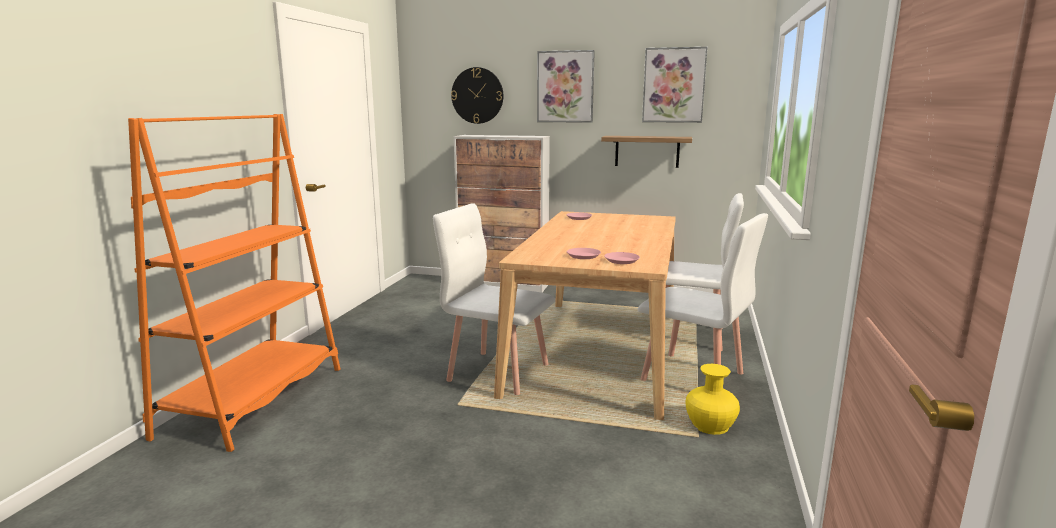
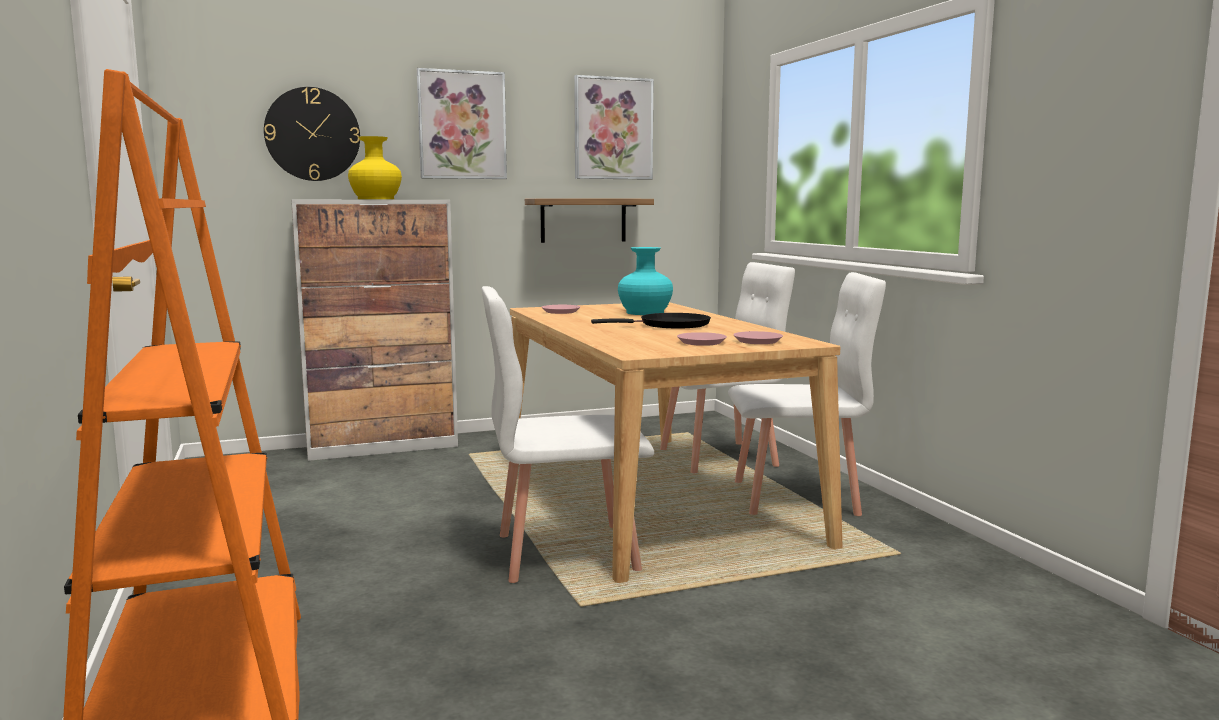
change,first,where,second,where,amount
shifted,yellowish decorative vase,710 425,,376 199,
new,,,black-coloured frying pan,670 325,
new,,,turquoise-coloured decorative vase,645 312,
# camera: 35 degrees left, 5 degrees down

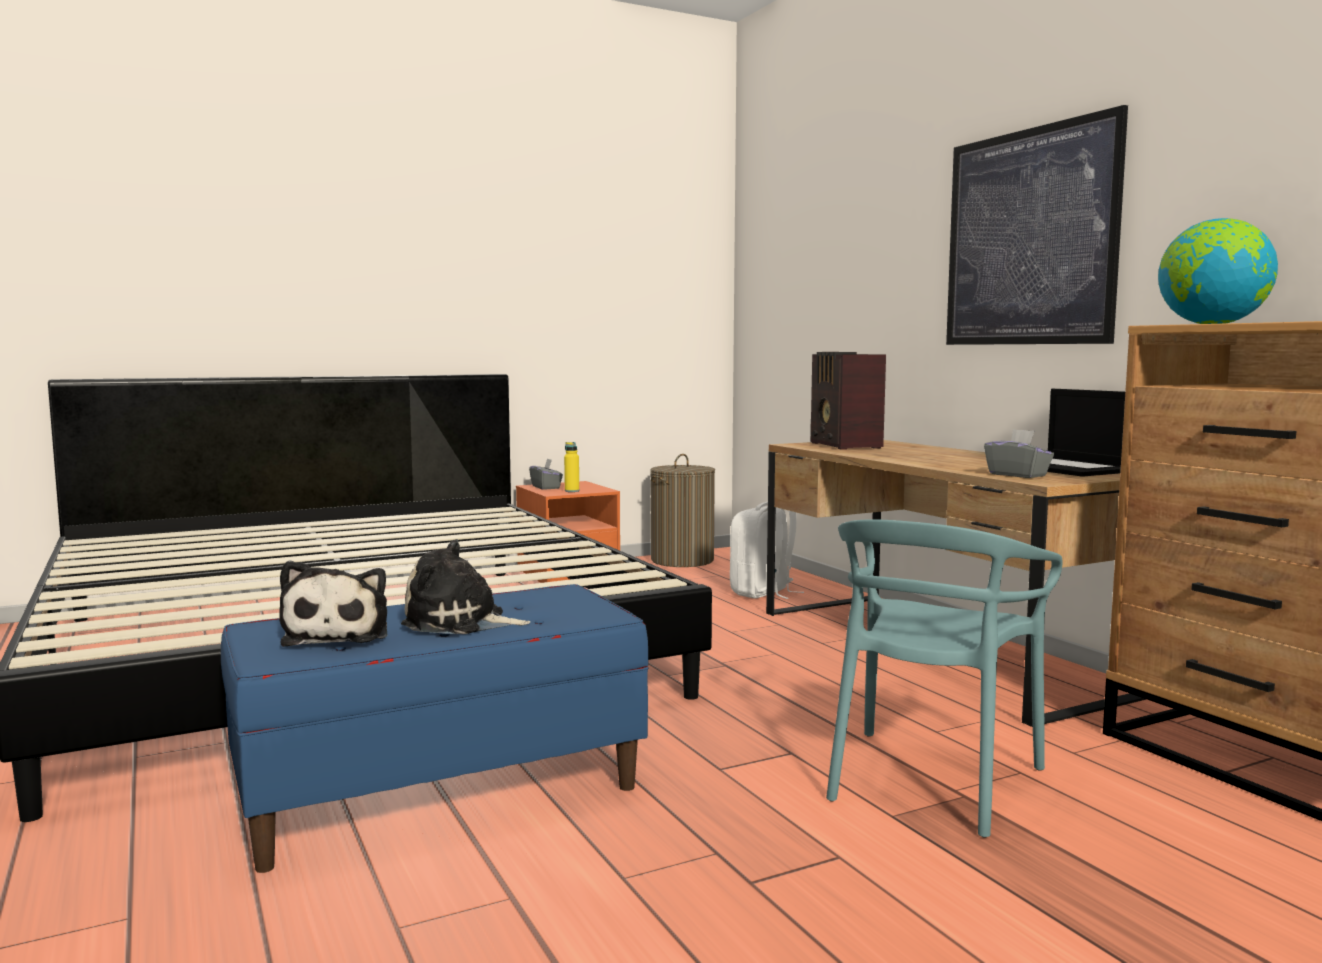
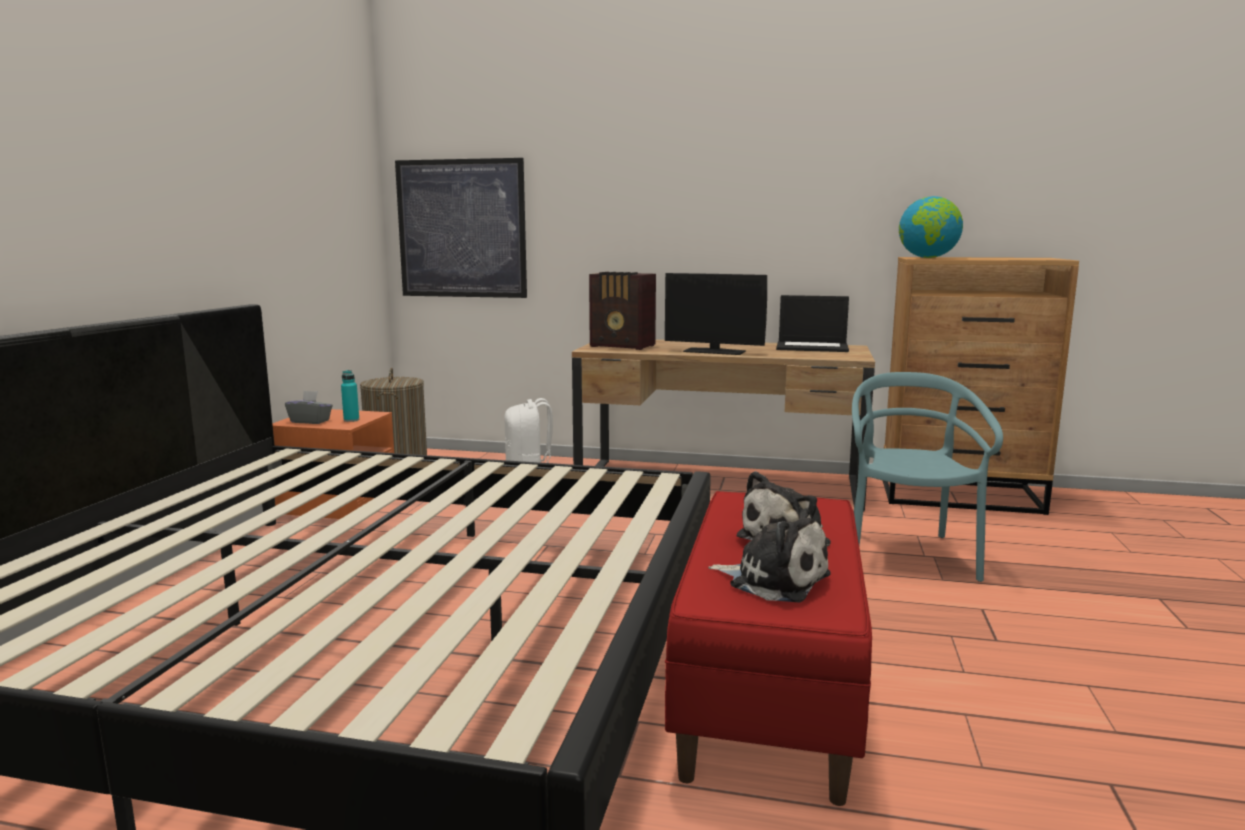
change,first,where,second,where,amount
repainted,yellowish bottle,572 491,turquoise-coloured bottle,351 420,
shifted,wall picture,1029 238,,461 229,
new,,,computer screen,714 351,
repainted,bluish indoor bench,441 793,red indoor bench,768 691,
rotated,turquoise-coloured chair,930 780,,906 555,150 degrees counterclockwise
gone,gray tissue box,1017 475,,,
# camera: 50 degrees left, 5 degrees up

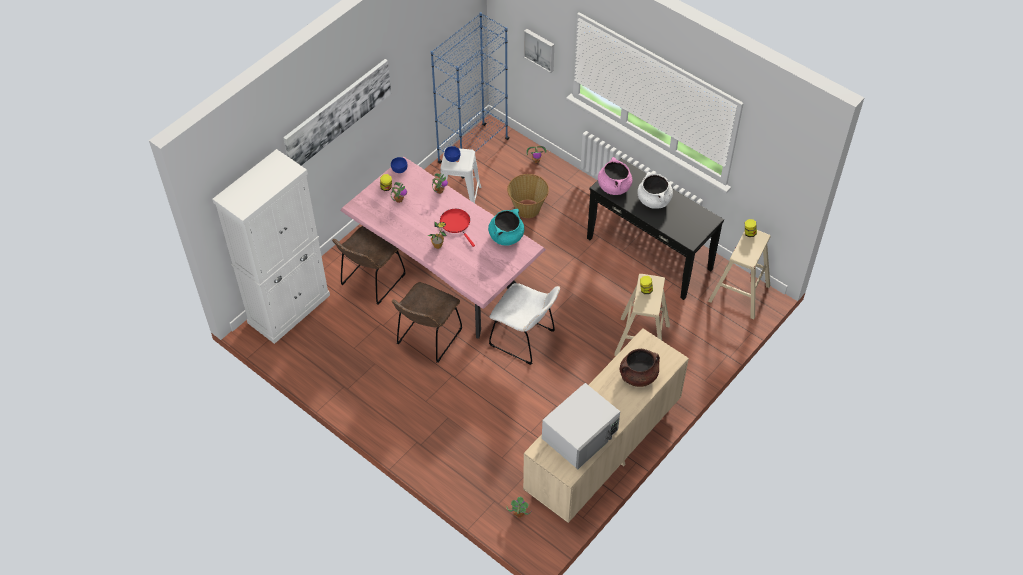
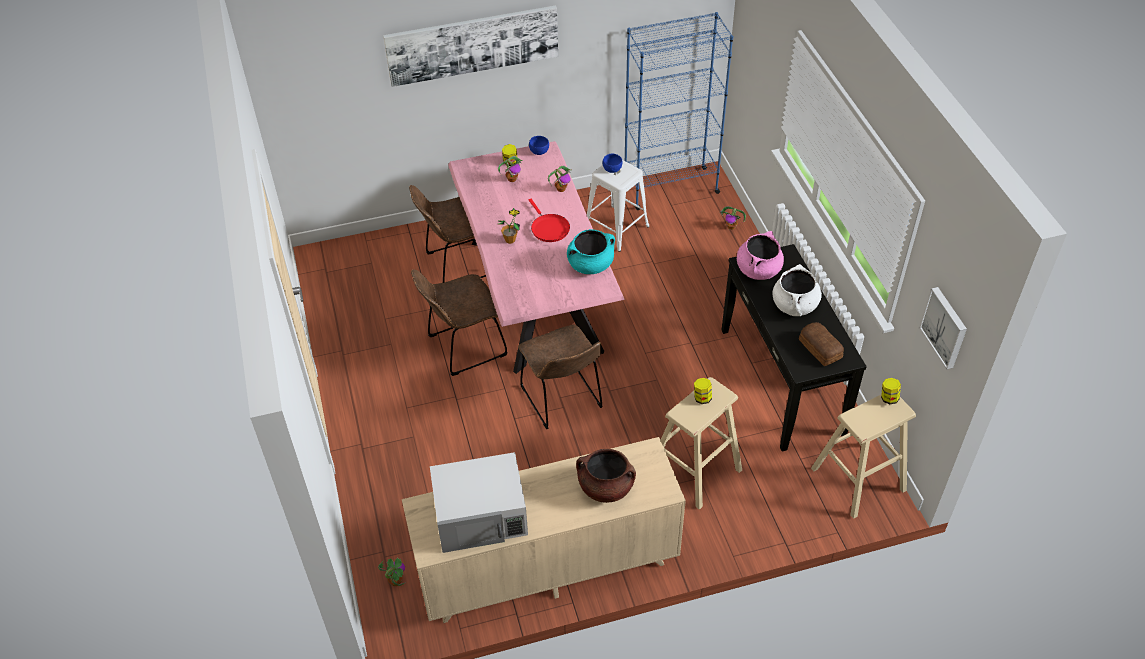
change,first,where,second,where,amount
repainted,whitish chair,525 339,brownish chair,563 400,
rotated,red frying pan,456 224,,549 228,150 degrees clockwise
new,,,bread,820 348,
shifted,wall picture,540 49,,945 327,
gone,whitish cabinet,289 309,,,
gone,storage basket,527 208,,,
# camera: 35 degrees right, 5 degrees down

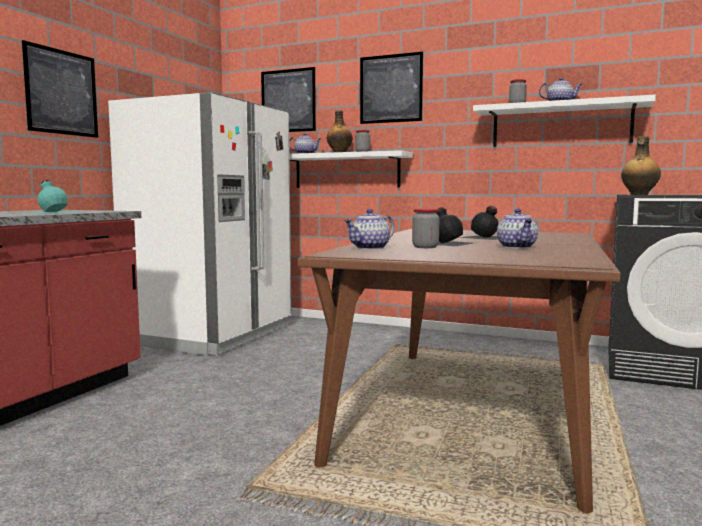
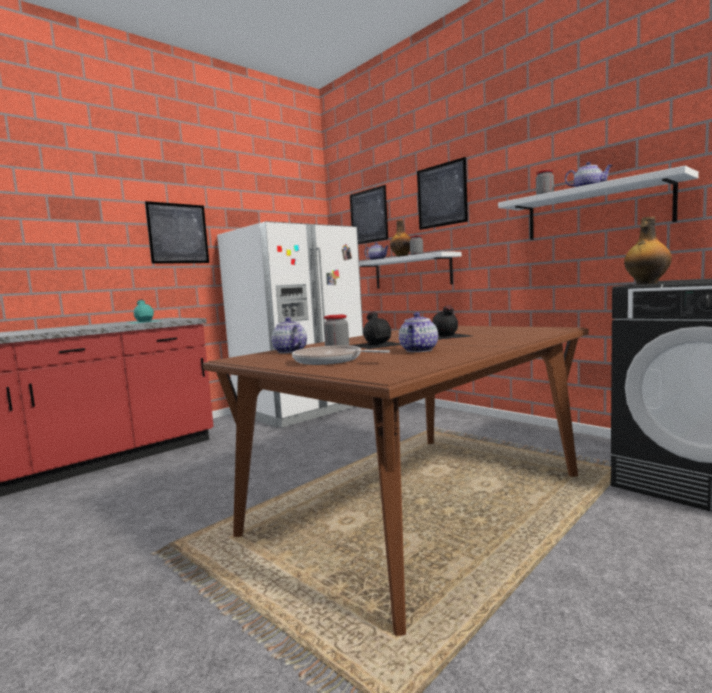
change,first,where,second,where,amount
rotated,tea pot,369 248,,289 351,75 degrees clockwise
new,,,frying pan,331 361,
# camera: 25 degrees right, 0 degrees up

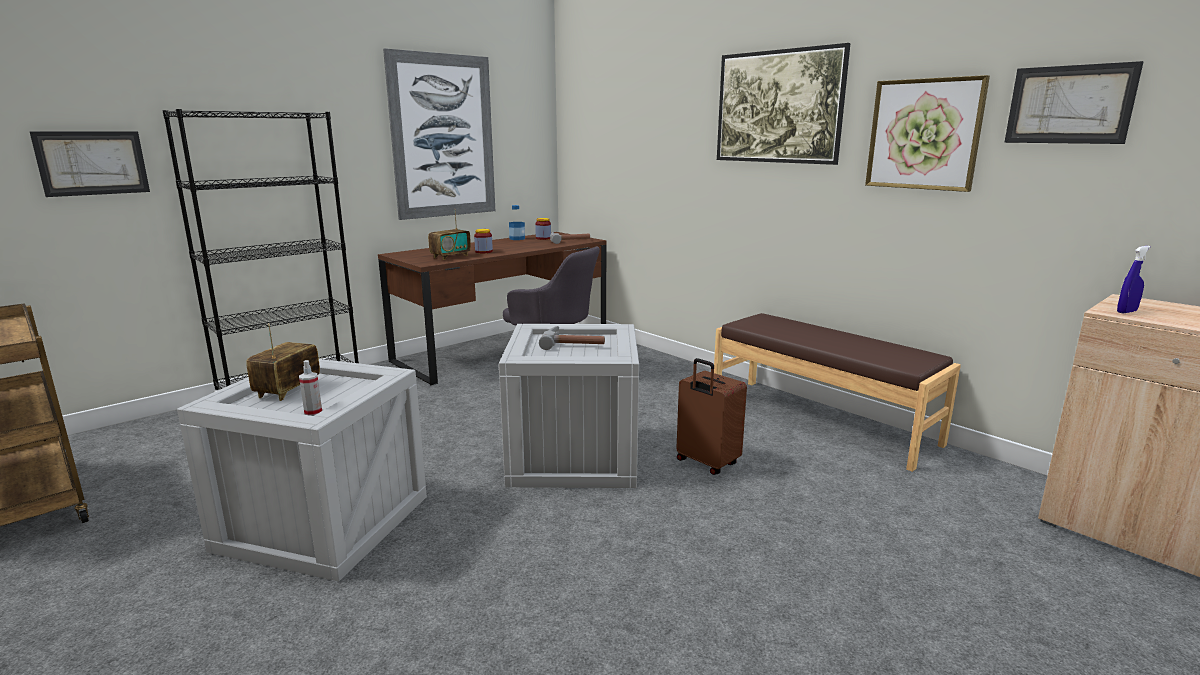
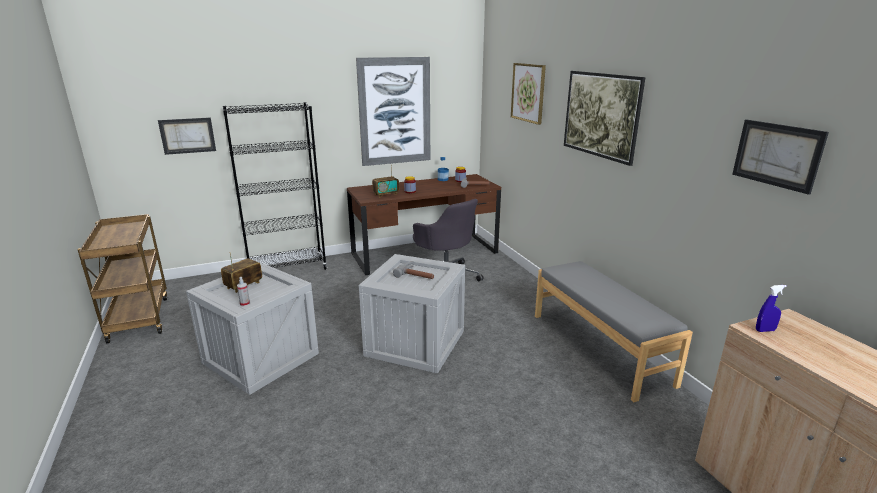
change,first,where,second,where,amount
shifted,wall picture,924 134,,528 92,
repainted,brownish indoor bench,820 420,gray indoor bench,600 347,
gone,brownish travel case,706 463,,,
# camera: 20 degrees right, 5 degrees up

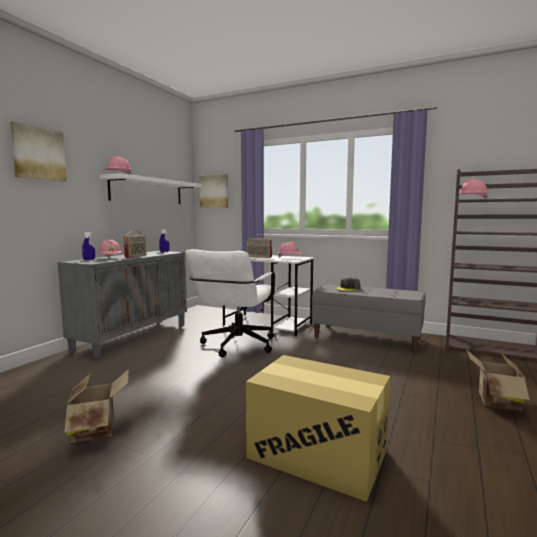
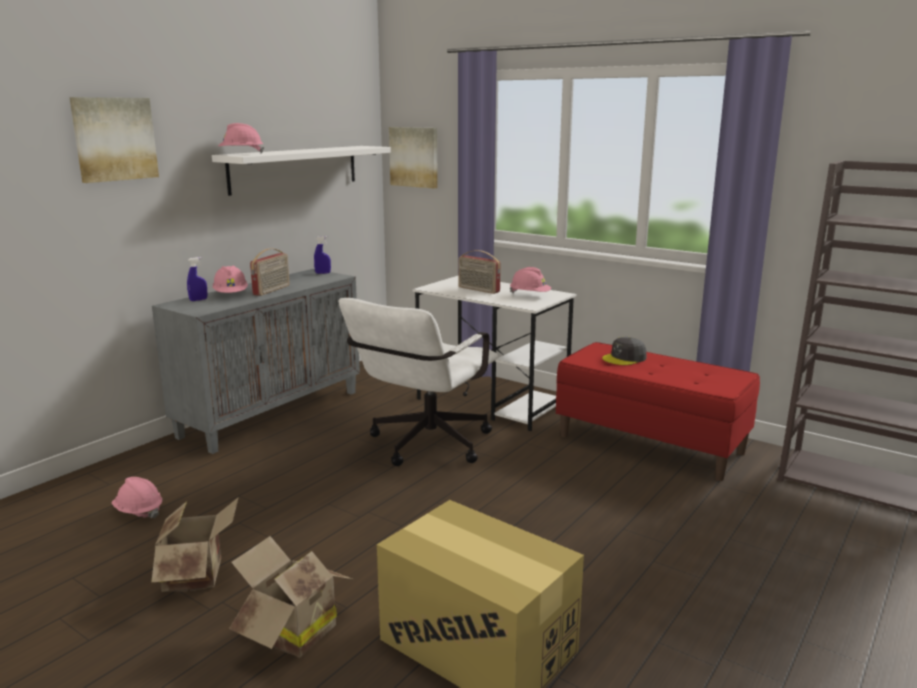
change,first,where,second,where,amount
shifted,pinkish hard hat,471 199,,138 511,
shifted,packing box,495 401,,291 633,
repainted,gray indoor bench,367 337,red indoor bench,650 444,
# camera: 10 degrees right, 10 degrees up

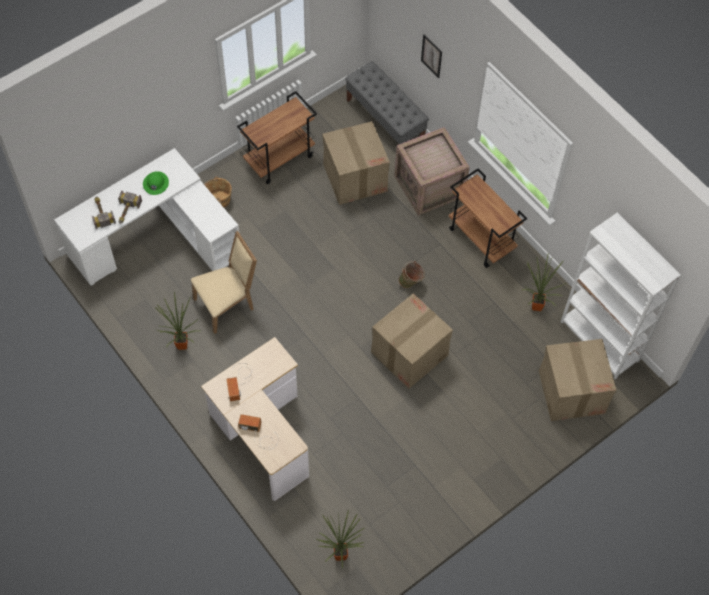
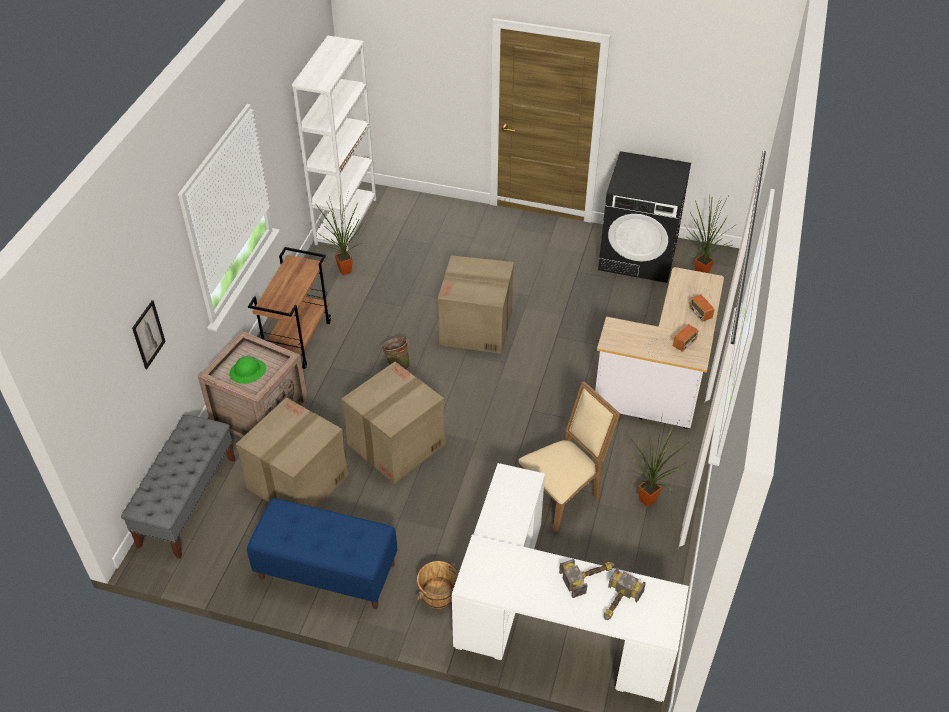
change,first,where,second,where,amount
shifted,greenish hard hat,155 183,,248 372,
swapped,brownish wheeled cart,279 158,bluish indoor bench,326 571,
shifted,packing box,571 391,,395 445,
rotated,beige-coloured chair,227 304,,563 494,120 degrees clockwise
new,,,black-coloured laundry appliance,638 255,
# camera: 125 degrees left, 15 degrees down

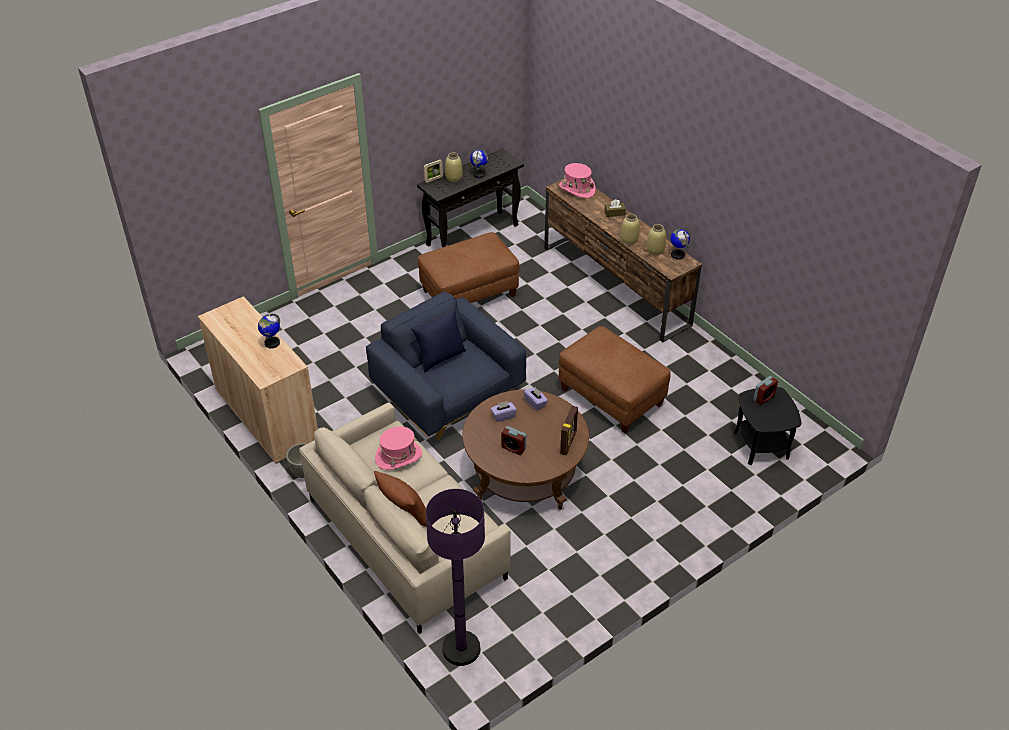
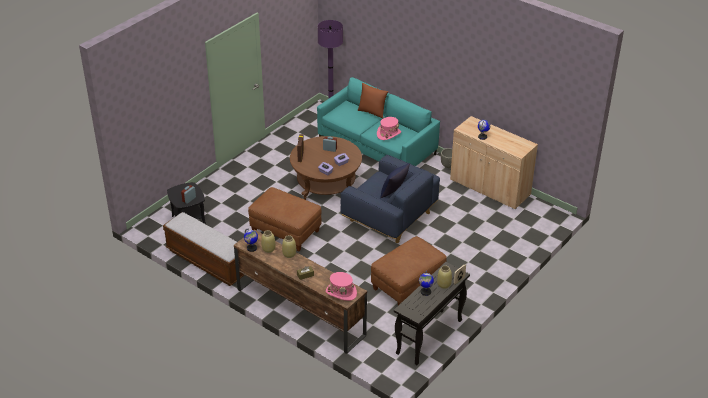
change,first,where,second,where,amount
new,,,indoor bench,207 261,
repainted,beige-coloured settee,406 537,turquoise-coloured settee,377 148,
# camera: 165 degrees right, 5 degrees down

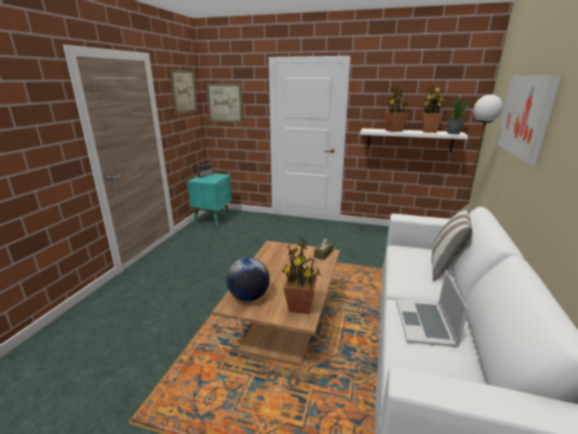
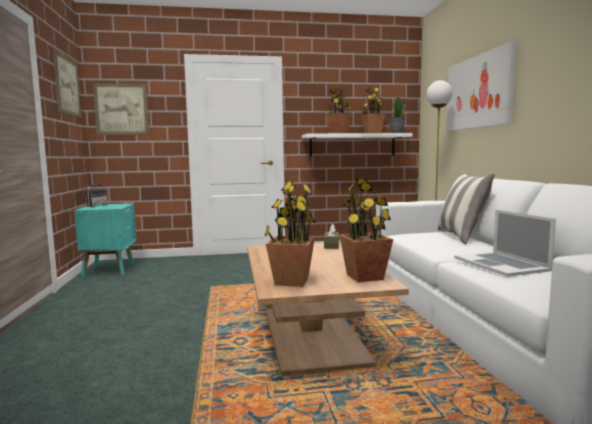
change,first,where,second,where,amount
swapped,desk globe,249 297,houseplant,291 281,
# camera: 25 degrees left, 15 degrees down

